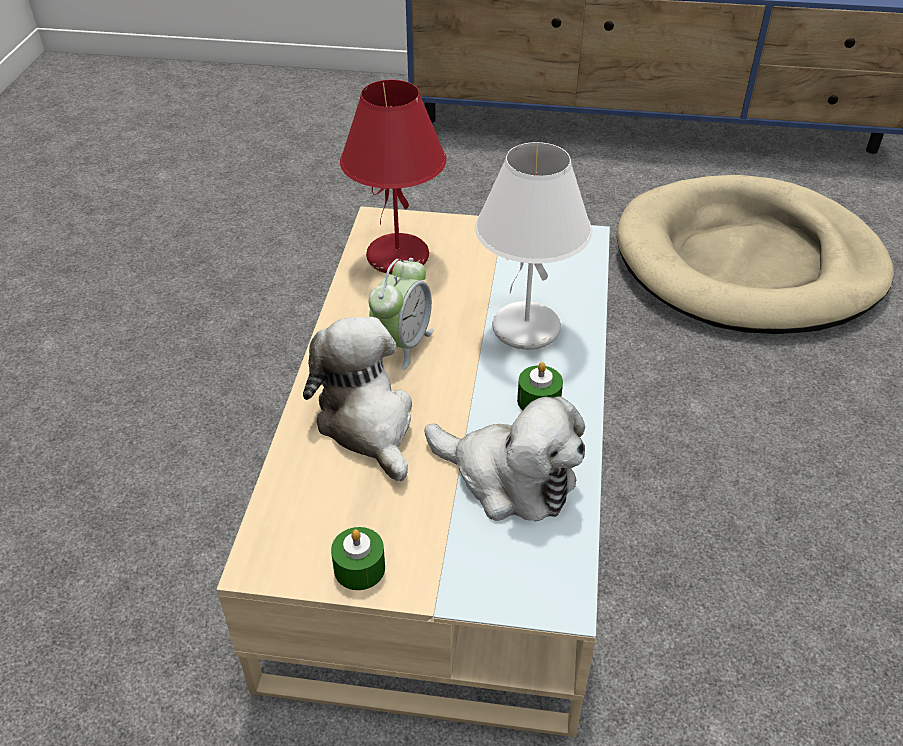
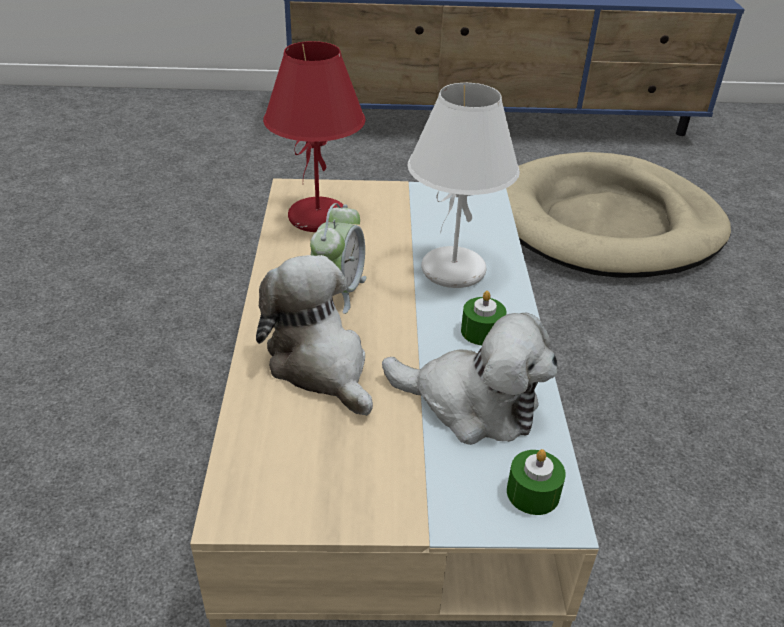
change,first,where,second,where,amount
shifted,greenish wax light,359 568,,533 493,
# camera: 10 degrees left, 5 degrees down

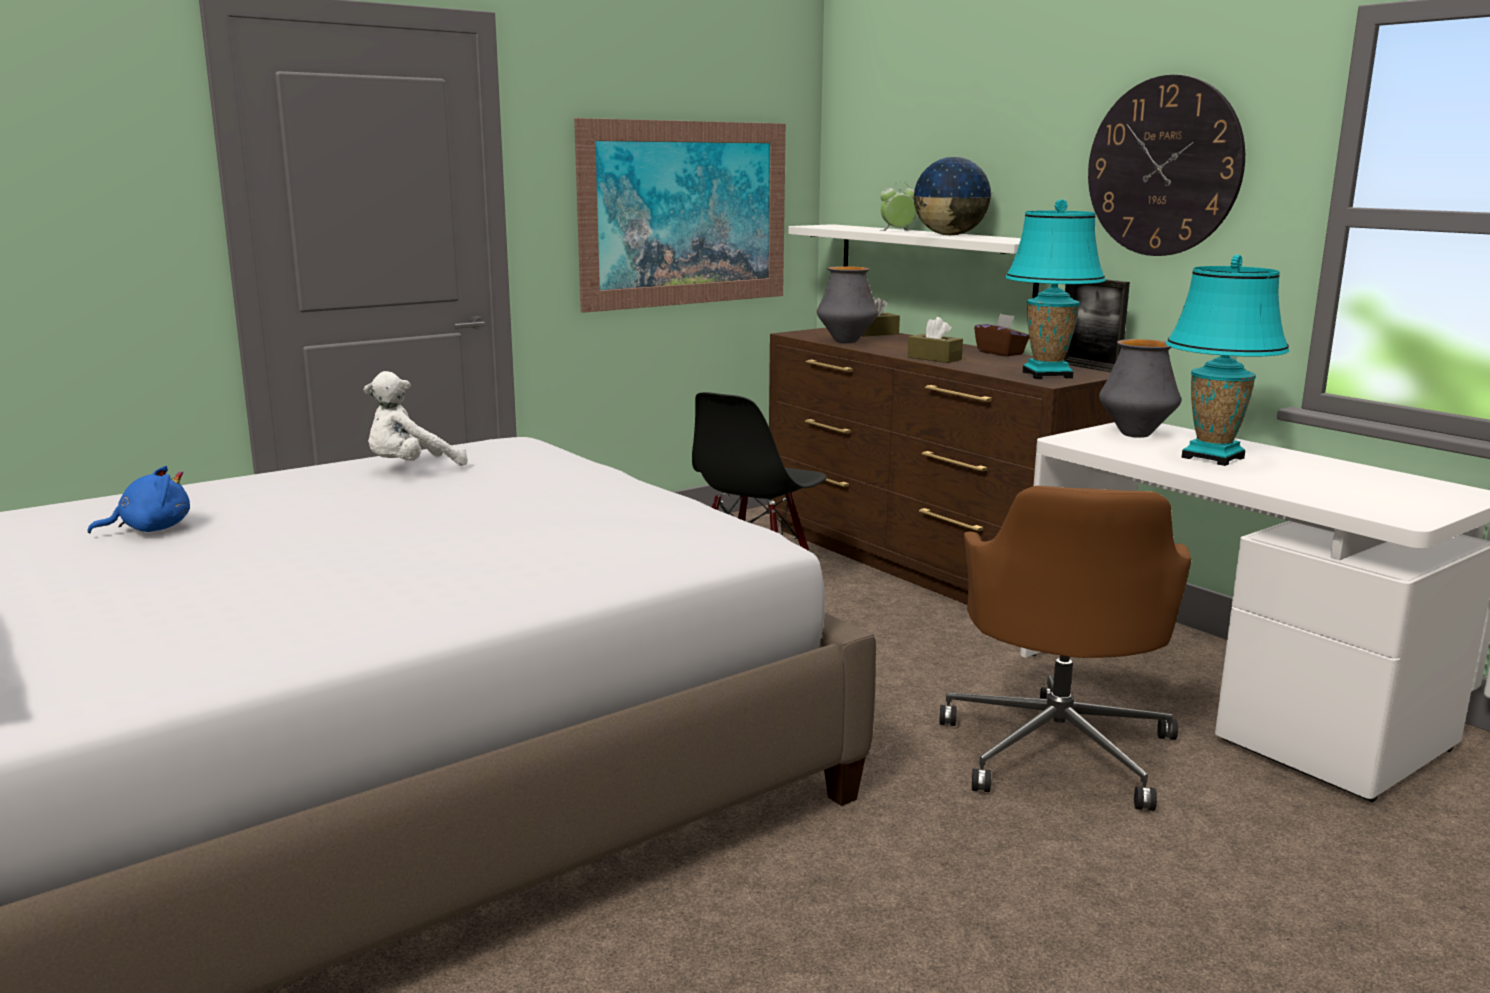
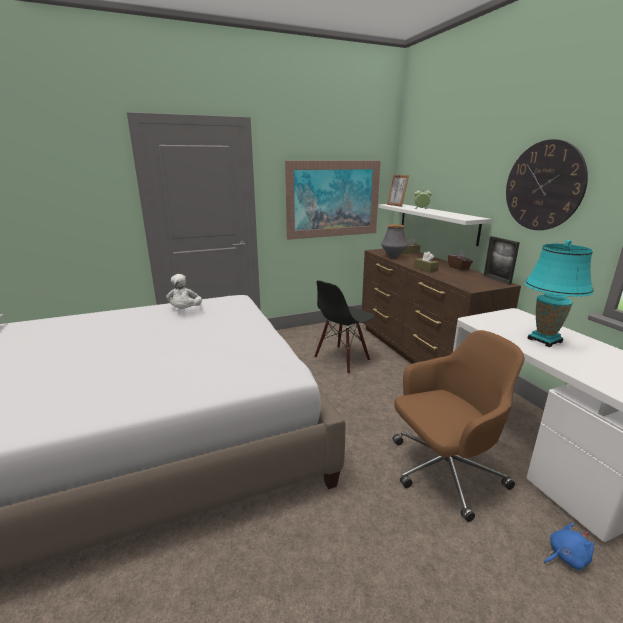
change,first,where,second,where,amount
rotated,whitish soft toy,411 469,,185 311,75 degrees counterclockwise
new,,,photo frame,396 205,
rotated,brownish computer chair,1058 749,,443 471,135 degrees counterclockwise
shifted,bluish soft toy,150 529,,565 557,
gone,desk globe,950 235,,,
gone,turquoise-coloured table lamp,1047 375,,,
gone,decorative vase,1135 434,,,
# camera: 15 degrees right, 5 degrees up

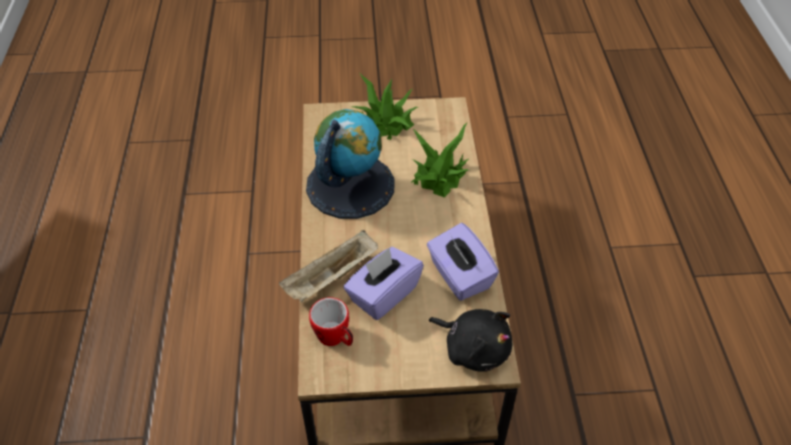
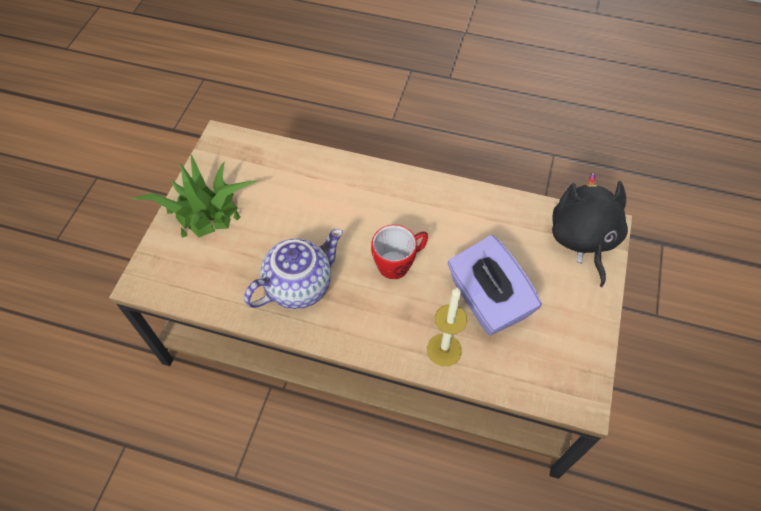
change,first,where,second,where,amount
swapped,desk globe,350 185,tea pot,298 284,
shifted,mug,335 338,,400 263,
swapped,beige-coloured serving tray,331 278,wax light,444 350,
rotated,black-coloured soft toy,474 348,,583 239,60 degrees counterclockwise
gone,houseplant,440 175,,,
gone,purple tissue box,459 276,,,
# camera: 70 degrees left, 10 degrees up

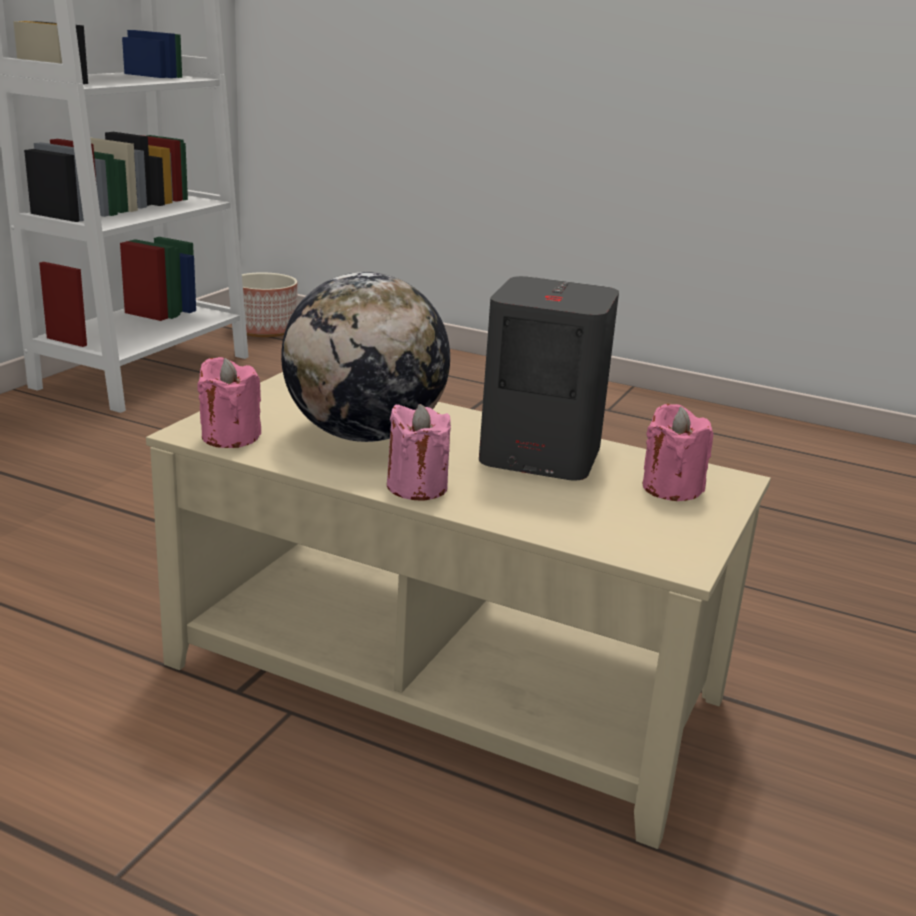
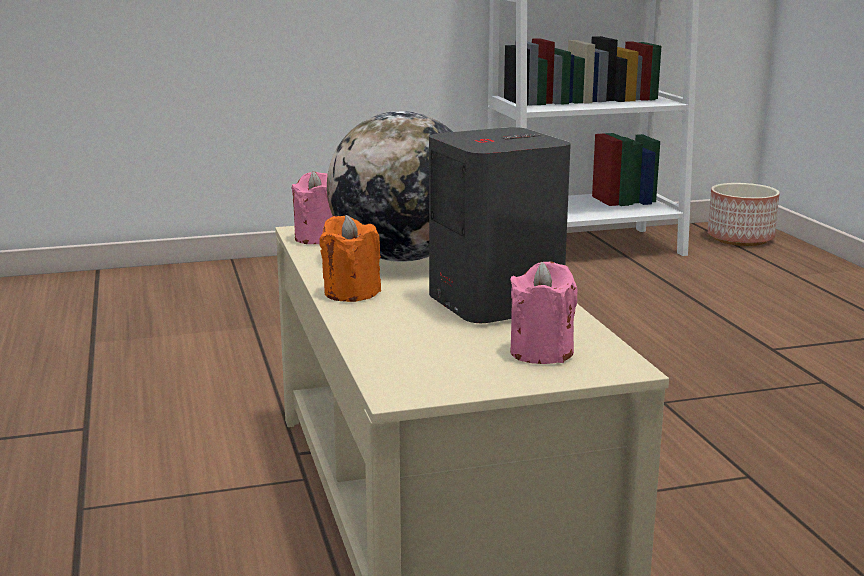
change,first,where,second,where,amount
repainted,pinkish wax light,417 487,orangey wax light,351 293,
# camera: 50 degrees right, 5 degrees down

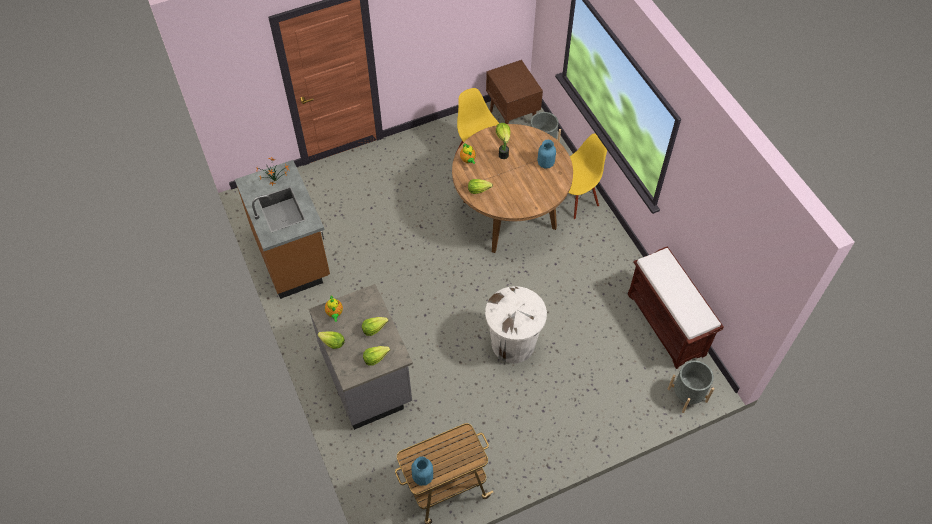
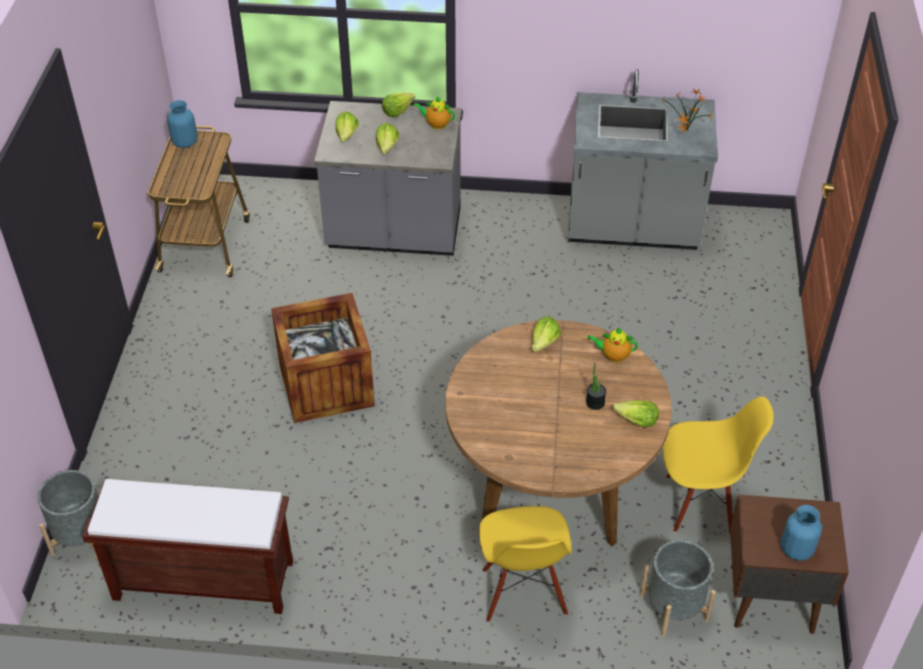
change,first,where,second,where,amount
swapped,whitish rubbish bin,513 344,crate,326 384,
repainted,brownish counter,293 256,gray counter,632 229,
shifted,bluish decorative vase,545 163,,796 549,
# camera: 120 degrees right, 10 degrees down

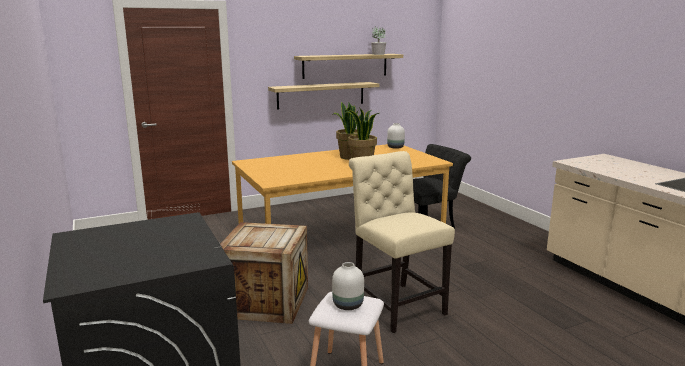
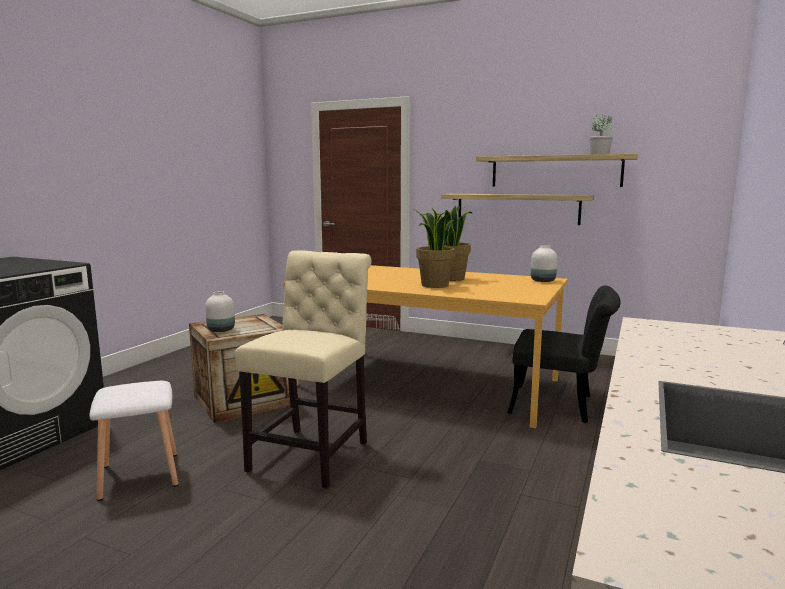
change,first,where,second,where,amount
shifted,whitish decorative vase,347 305,,221 330,
# camera: 50 degrees right, 5 degrees down

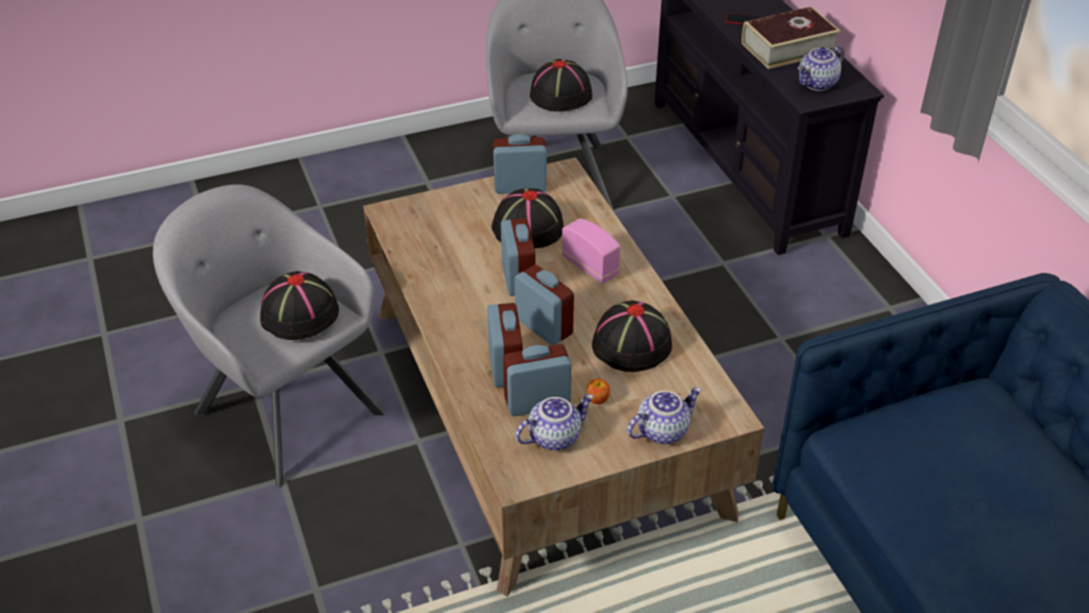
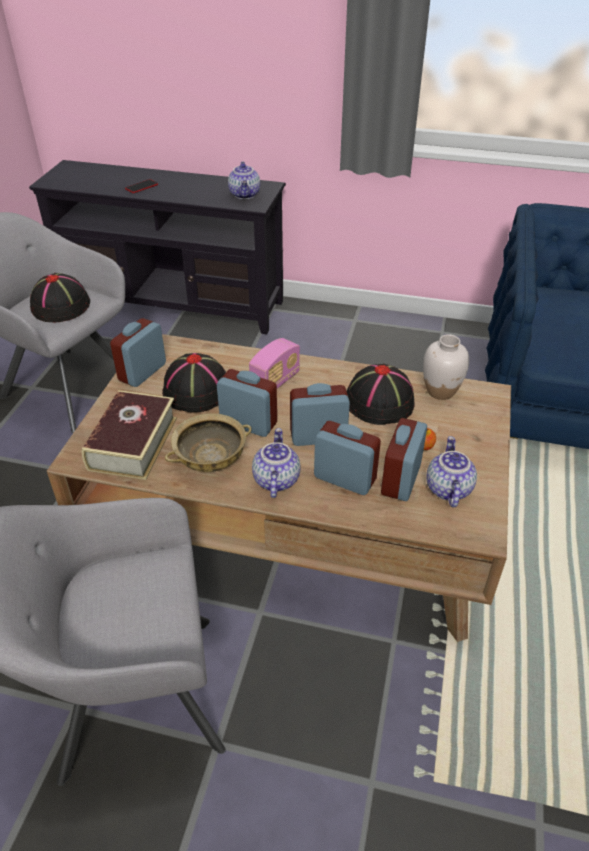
change,first,where,second,where,amount
shifted,book,788 47,,133 443,
new,,,beige-coloured serving bowl,210 459,
rotated,radio receiver,590 266,,275 382,135 degrees clockwise
shifted,tea pot,662 430,,275 480,
new,,,whitish decorative vase,440 391,
gone,black-coloured wearable hat,299 314,,,
# camera: 55 degrees left, 0 degrees up

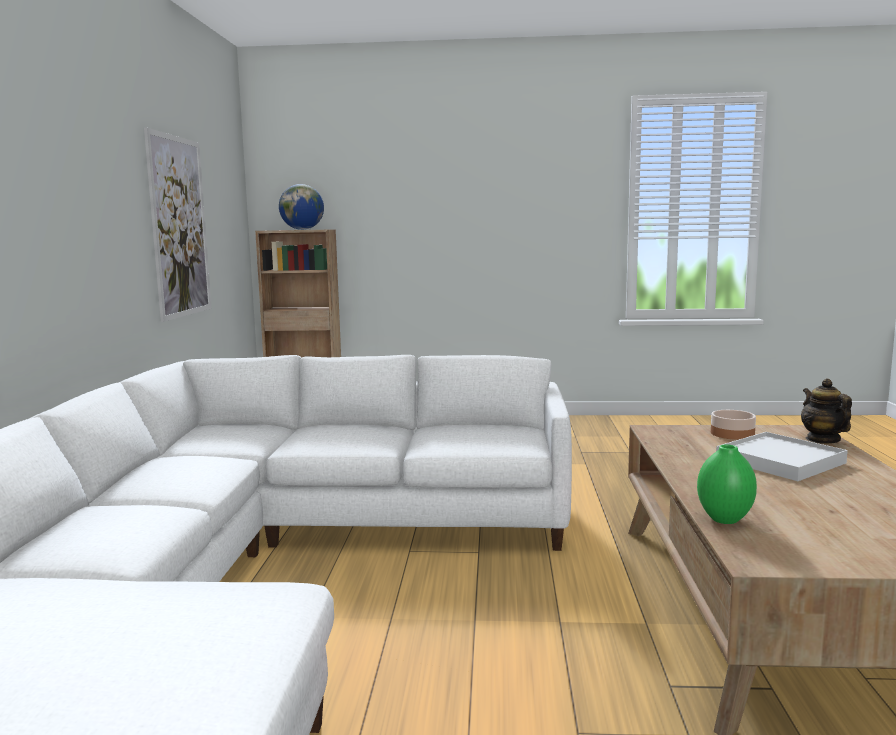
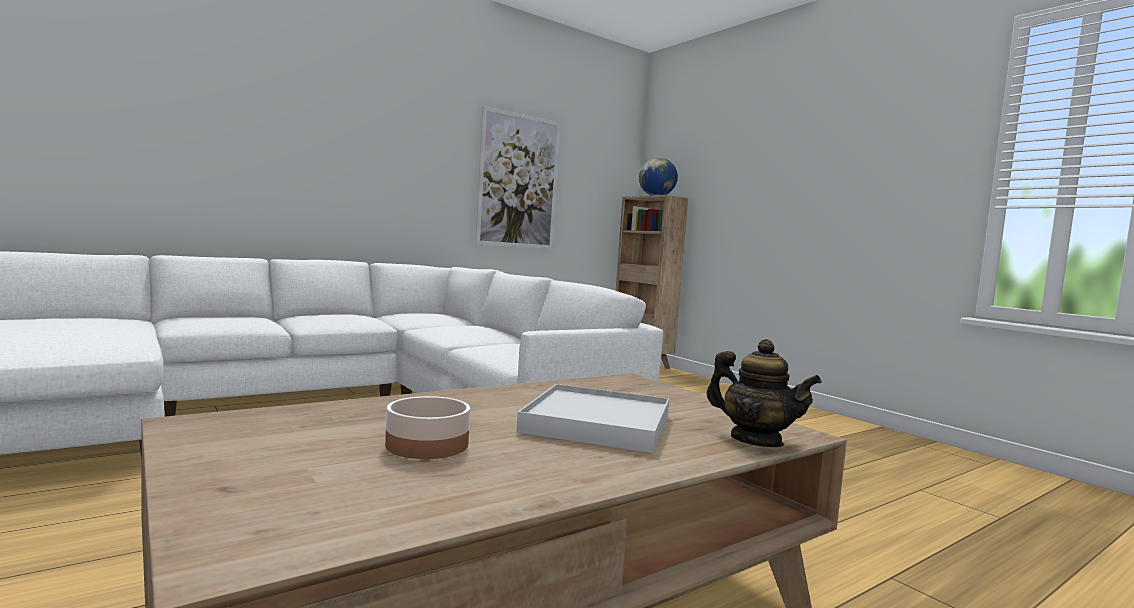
change,first,where,second,where,amount
shifted,serving bowl,732 433,,428 444,
rotated,tea pot,822 440,,756 440,90 degrees clockwise
gone,greenish decorative vase,723 519,,,
# camera: 50 degrees right, 5 degrees down

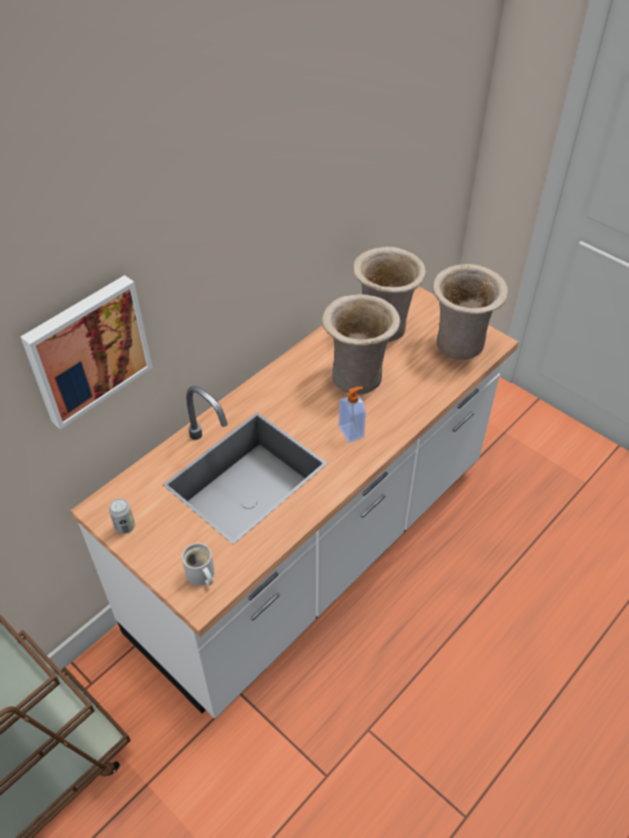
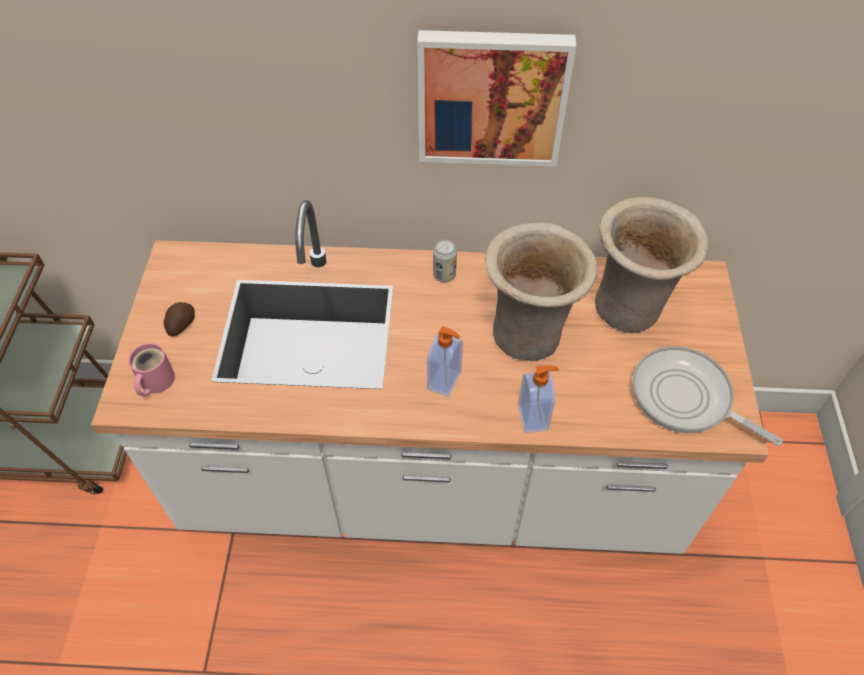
change,first,where,second,where,amount
repainted,whitish mug,200 575,pinkish mug,154 382,
new,,,potato,181 324,
shifted,wall picture,87 349,,491 97,
shifted,sealed can,125 526,,444 275,
new,,,soap bottle,534 417,
swapped,beige-coloured decorative vase,460 346,frying pan,686 398,
# camera: 50 degrees right, 5 degrees up

